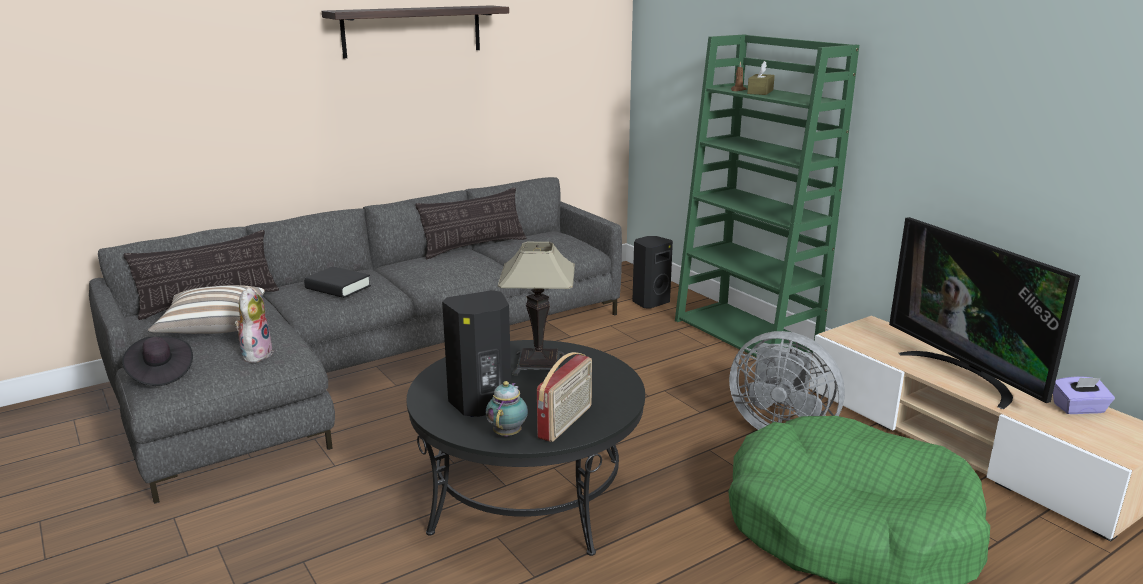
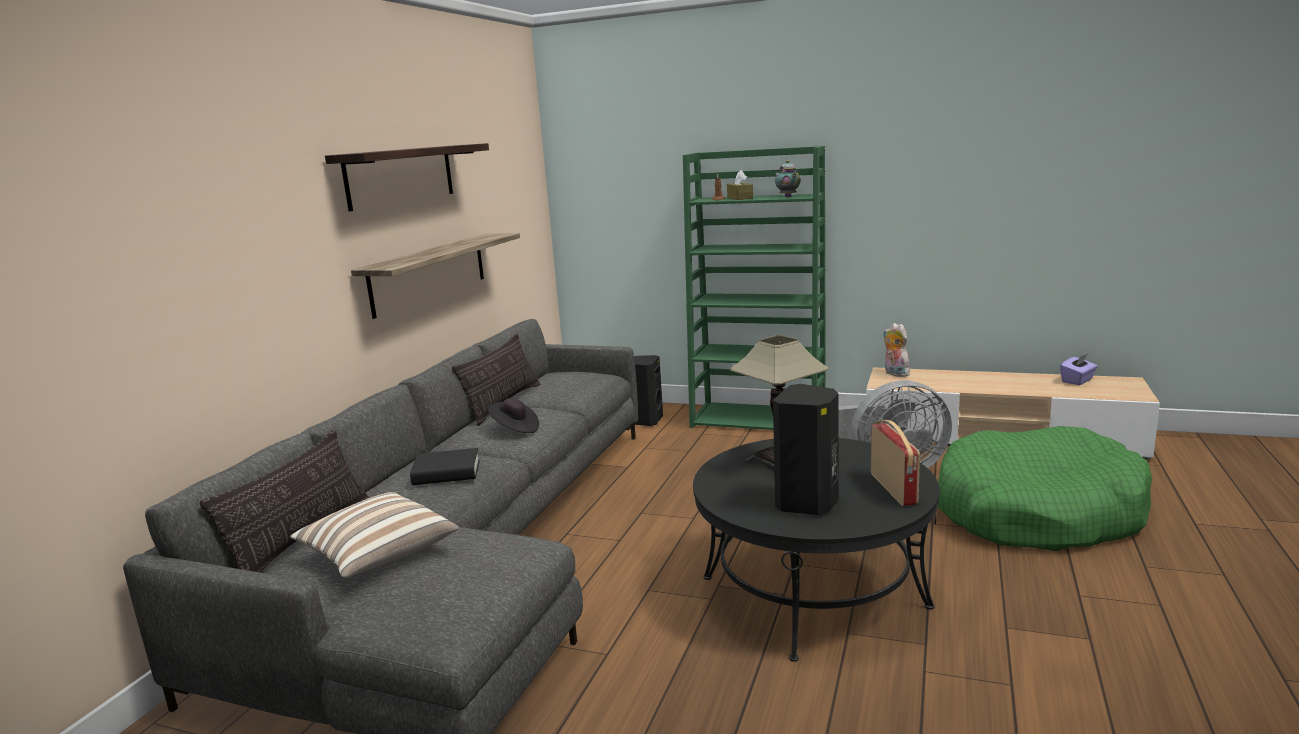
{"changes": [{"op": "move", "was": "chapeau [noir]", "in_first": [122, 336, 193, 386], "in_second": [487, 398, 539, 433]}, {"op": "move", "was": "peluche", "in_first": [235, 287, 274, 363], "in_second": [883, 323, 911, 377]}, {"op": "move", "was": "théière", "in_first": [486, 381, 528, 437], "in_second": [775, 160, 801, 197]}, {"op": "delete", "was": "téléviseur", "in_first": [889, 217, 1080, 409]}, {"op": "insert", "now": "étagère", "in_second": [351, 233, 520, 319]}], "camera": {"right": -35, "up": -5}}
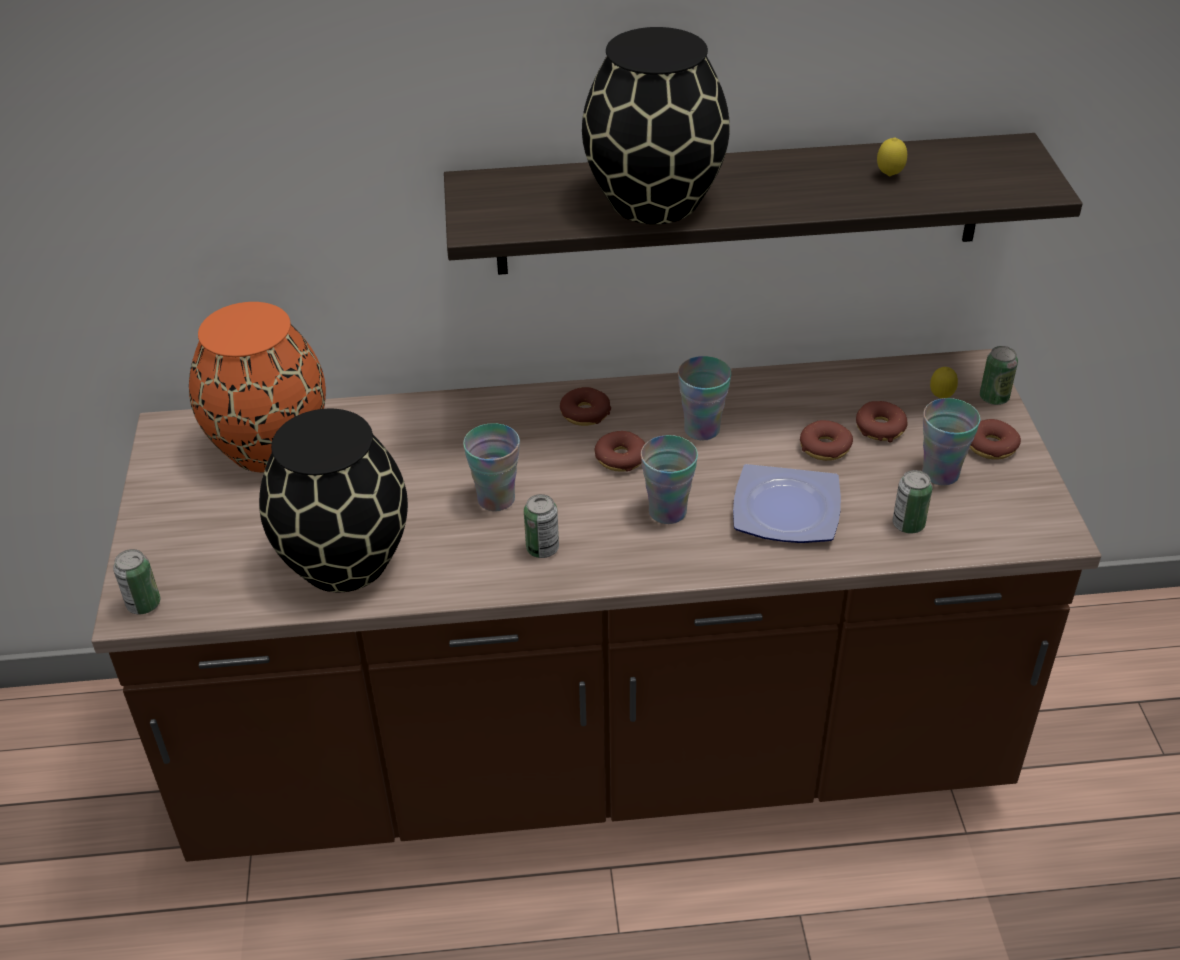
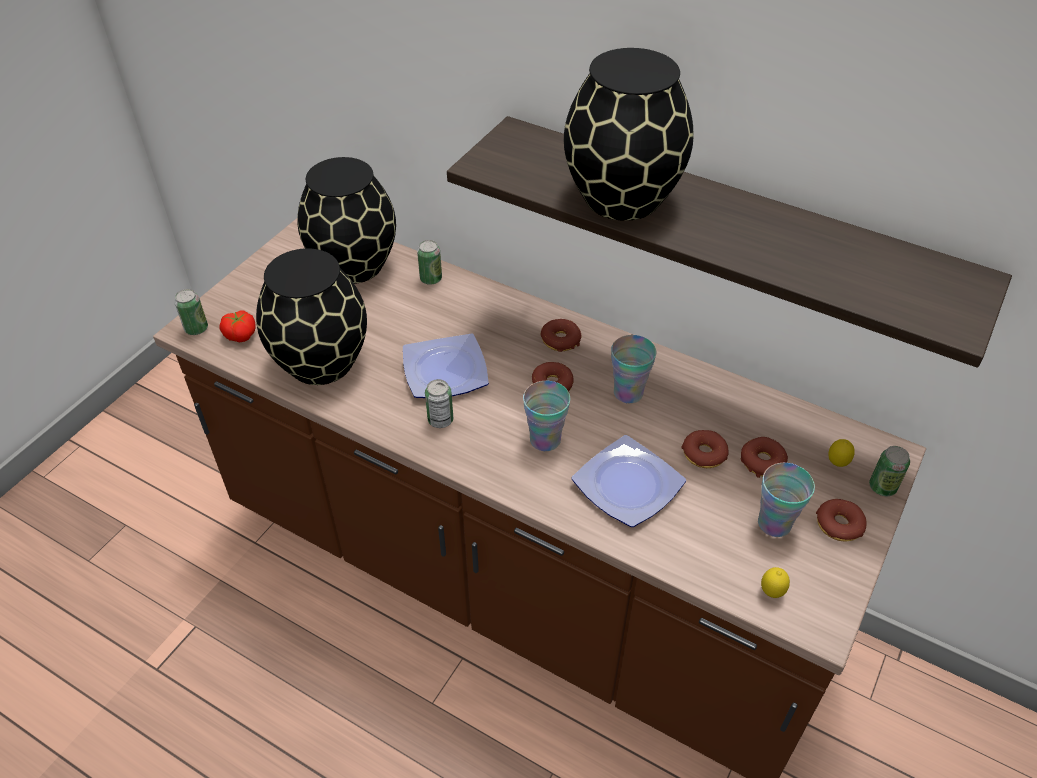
{"changes": [{"op": "recolor", "was": "vase [orange]", "now": "vase [noir]", "in_first": [189, 302, 326, 472], "in_second": [297, 157, 396, 284]}, {"op": "replace", "was": "tasse", "now": "assiette", "in_first": [463, 423, 520, 511], "in_second": [403, 334, 489, 398]}, {"op": "move", "was": "citron", "in_first": [877, 137, 907, 176], "in_second": [761, 567, 790, 598]}, {"op": "move", "was": "boîte métallique", "in_first": [893, 470, 933, 534], "in_second": [417, 240, 442, 285]}, {"op": "insert", "now": "tomate", "in_second": [219, 310, 256, 343]}], "camera": {"right": 35, "up": 5}}
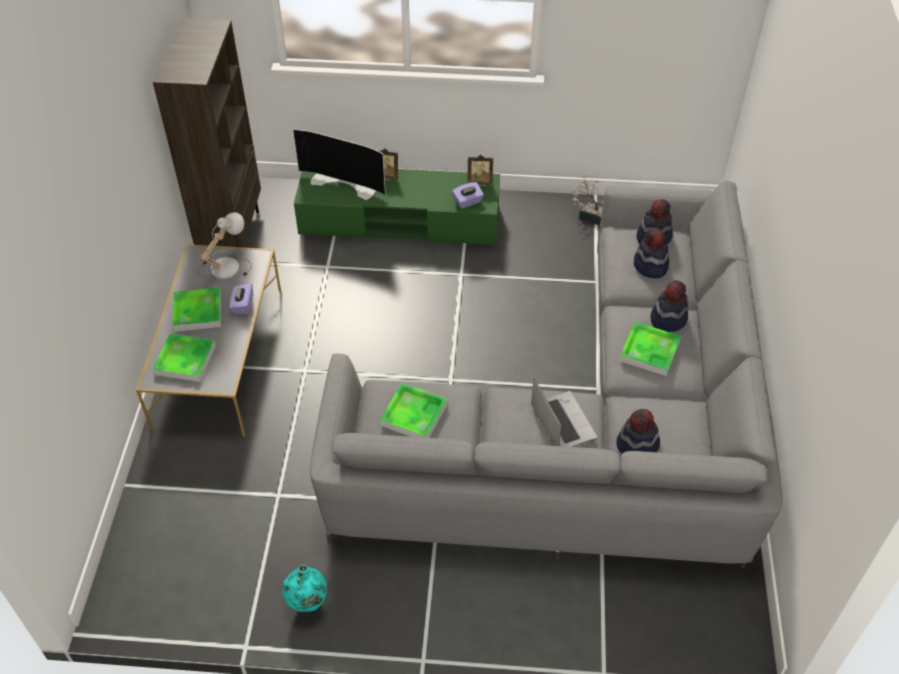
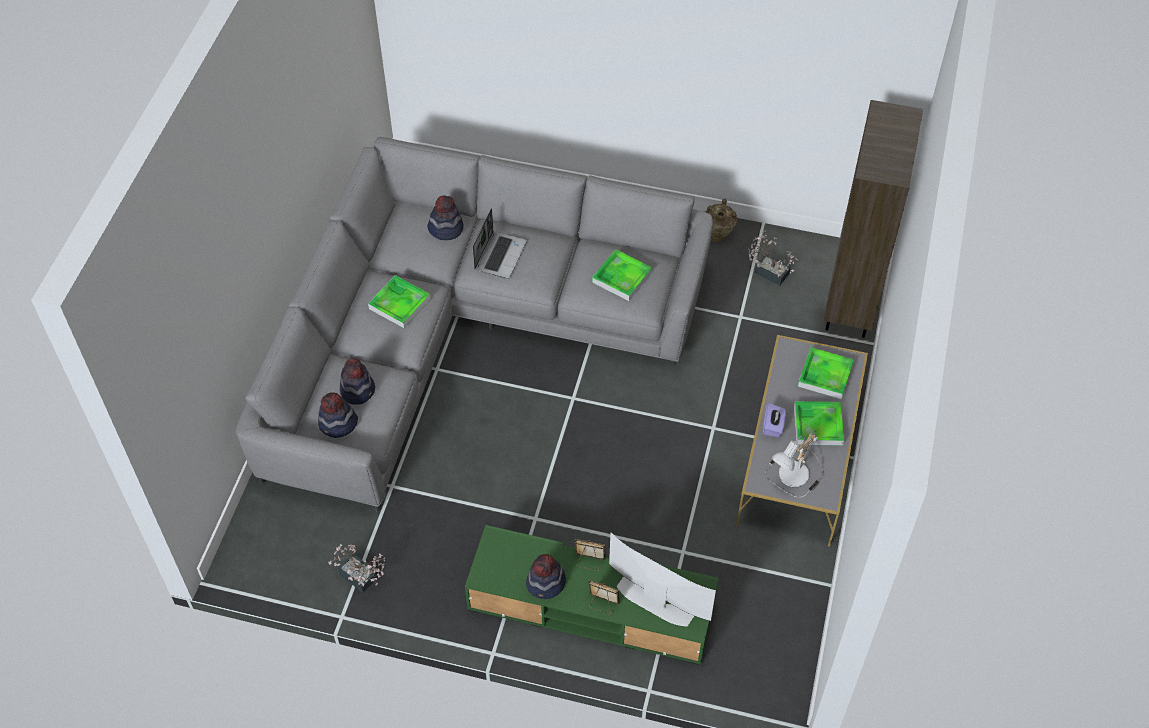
{"changes": [{"op": "move", "was": "bibliothèque [marron]", "in_first": [153, 18, 261, 248], "in_second": [824, 100, 923, 338]}, {"op": "recolor", "was": "vase [turquoise]", "now": "vase [beige]", "in_first": [282, 565, 327, 612], "in_second": [706, 199, 737, 242]}, {"op": "delete", "was": "boîte à mouchoirs [violet]", "in_first": [452, 182, 484, 209]}, {"op": "move", "was": "cadre photo", "in_first": [467, 155, 493, 185], "in_second": [575, 539, 606, 571]}, {"op": "rotate", "was": "ordinateur portable", "in_first": [531, 378, 597, 447], "in_second": [473, 208, 527, 279], "clockwise": -150}, {"op": "move", "was": "chapeau", "in_first": [651, 280, 688, 332], "in_second": [526, 554, 566, 599]}, {"op": "insert", "now": "plante en pot", "in_second": [748, 230, 798, 286]}], "camera": {"right": -170, "up": 5}}
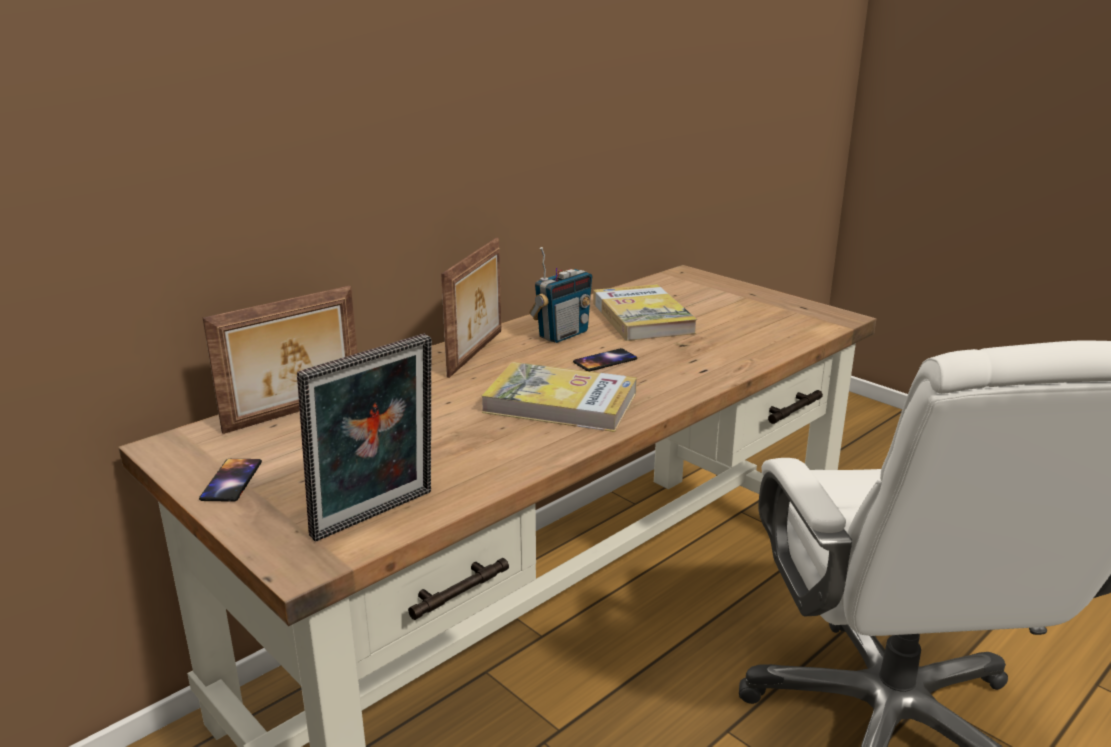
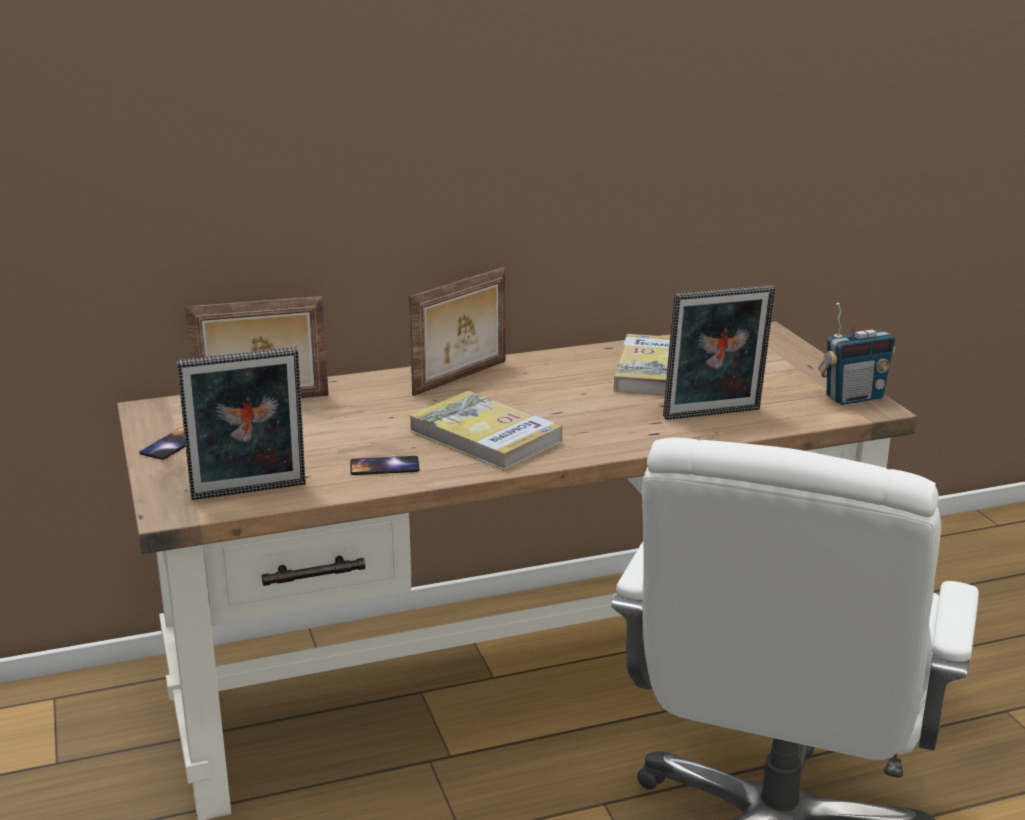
{"changes": [{"op": "move", "was": "radio", "in_first": [529, 247, 592, 343], "in_second": [818, 303, 895, 405]}, {"op": "move", "was": "téléphone", "in_first": [573, 348, 637, 371], "in_second": [350, 456, 419, 475]}, {"op": "insert", "now": "cadre photo", "in_second": [663, 285, 775, 420]}], "camera": {"right": 25, "up": 0}}
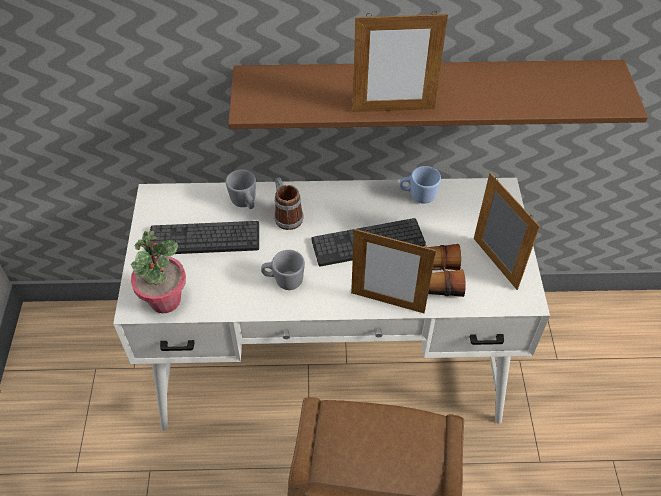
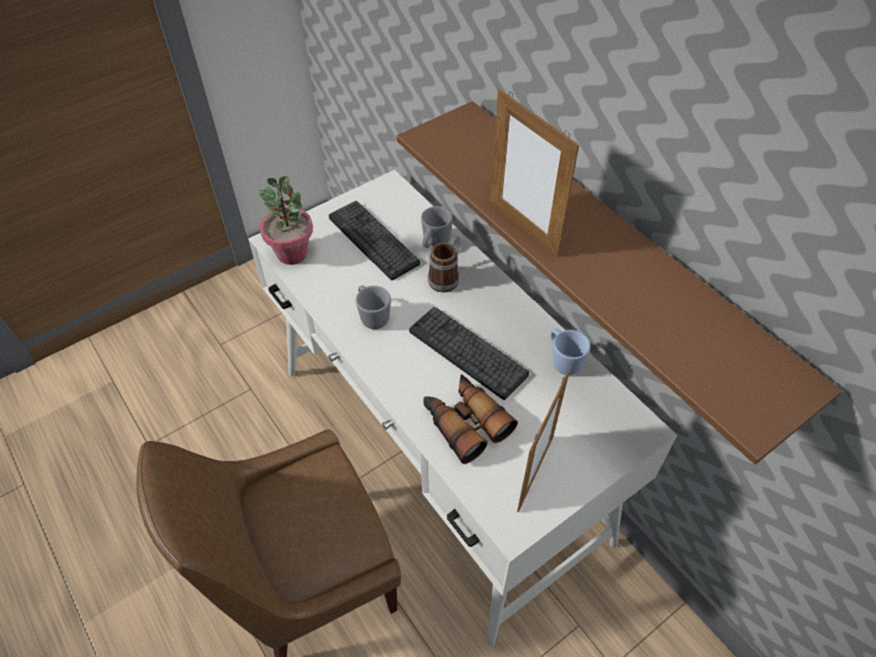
{"changes": [{"op": "delete", "was": "cadre photo", "in_first": [351, 229, 436, 313]}], "camera": {"right": 55, "up": 0}}
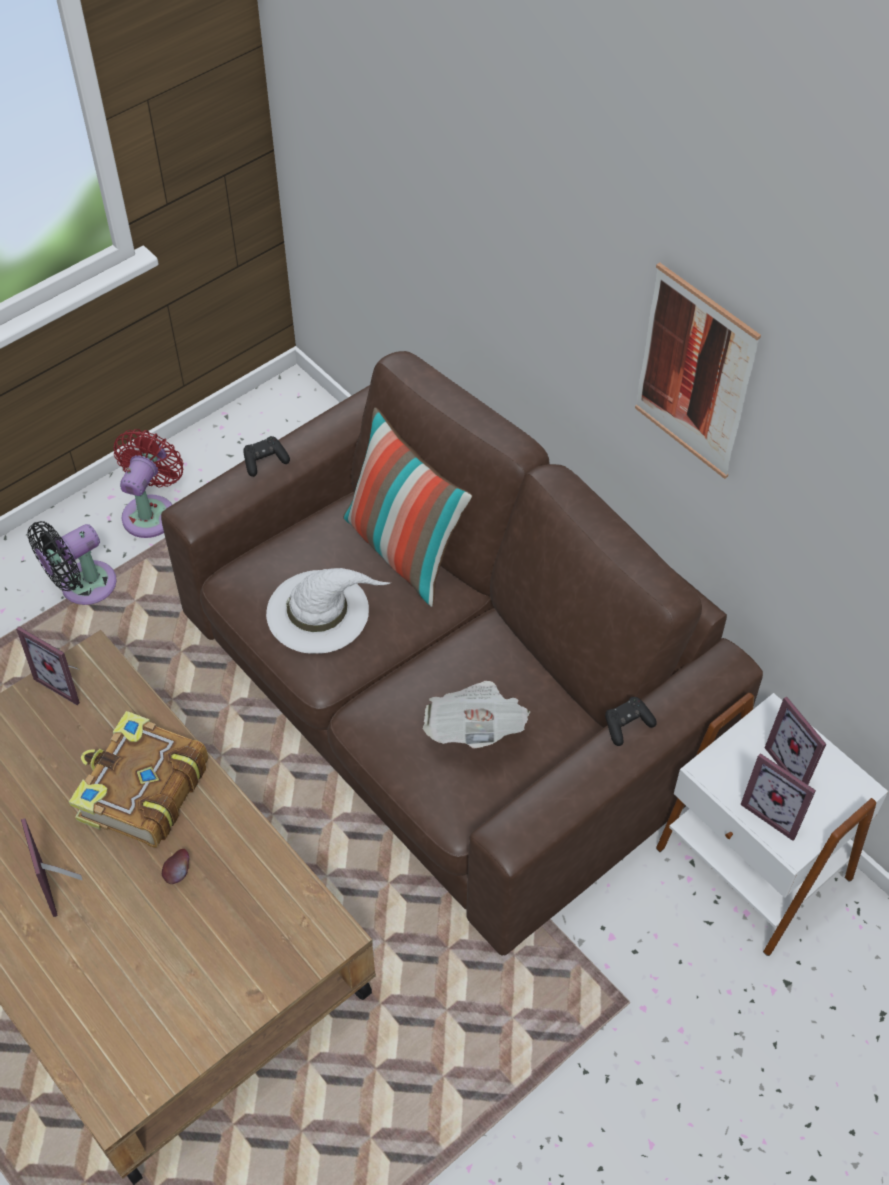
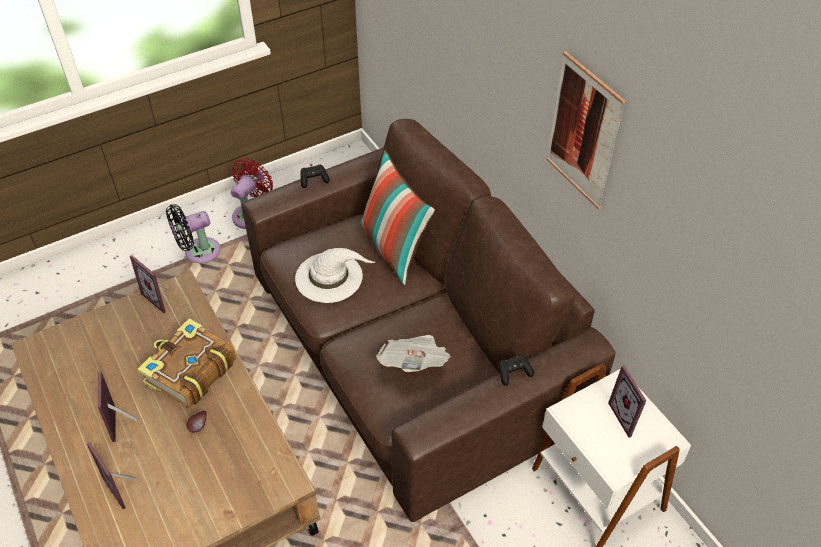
{"changes": [{"op": "move", "was": "cadre photo", "in_first": [740, 753, 816, 841], "in_second": [87, 443, 137, 509]}], "camera": {"right": 10, "up": -5}}
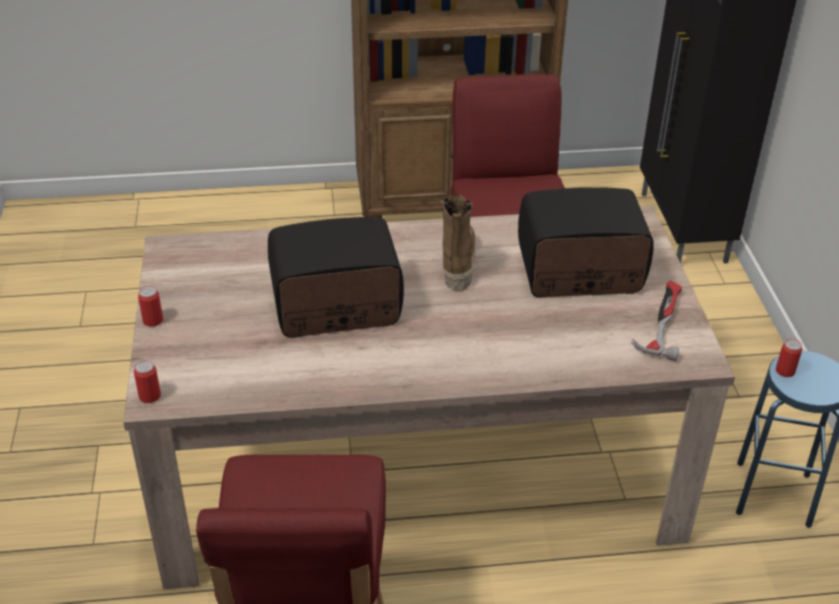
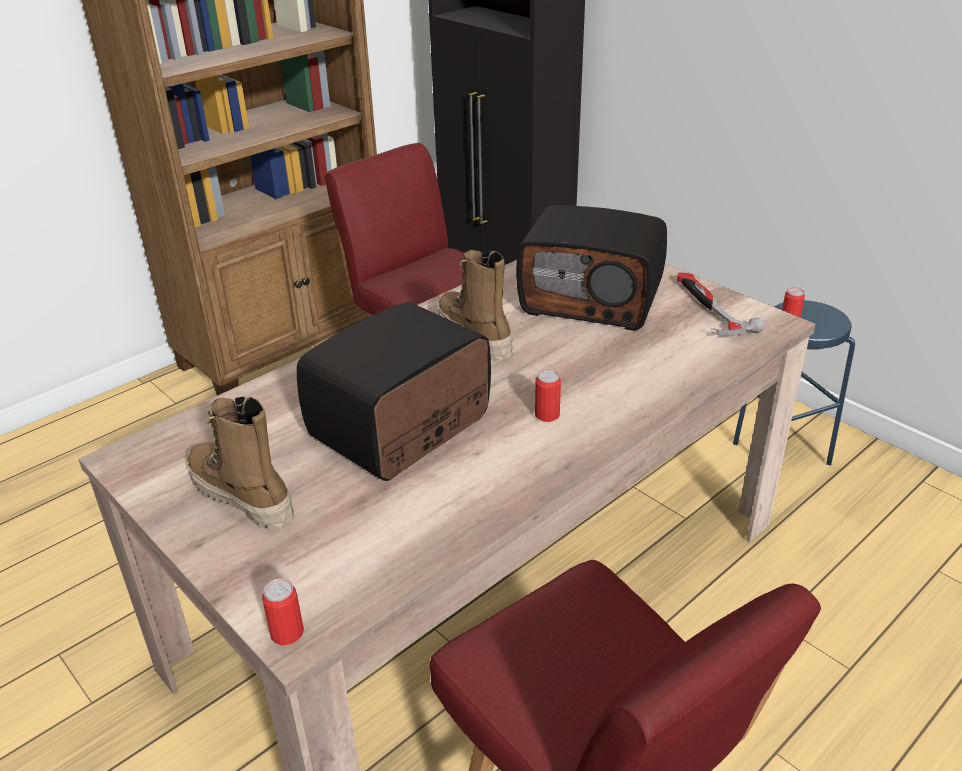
{"changes": [{"op": "move", "was": "boîte métallique", "in_first": [138, 286, 163, 327], "in_second": [535, 369, 561, 422]}, {"op": "rotate", "was": "radio", "in_first": [518, 187, 654, 298], "in_second": [516, 206, 667, 331], "clockwise": -120}, {"op": "insert", "now": "botte", "in_second": [187, 396, 295, 529]}], "camera": {"right": -35, "up": -5}}
